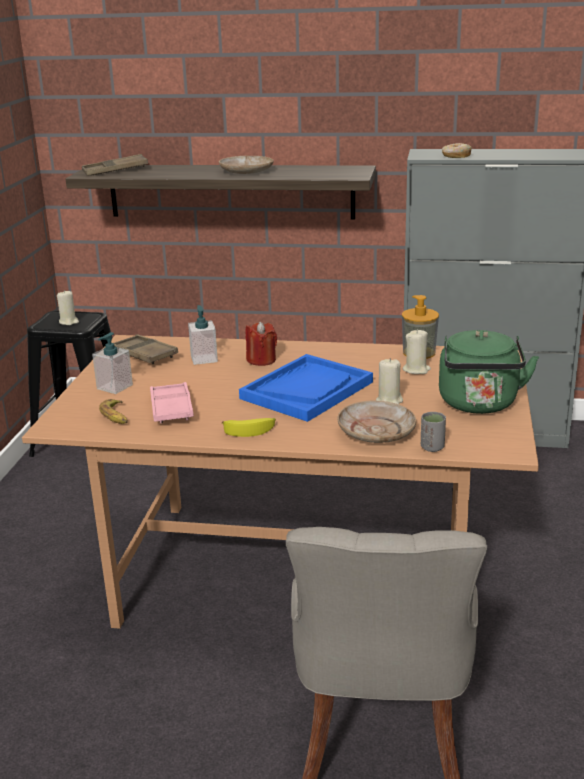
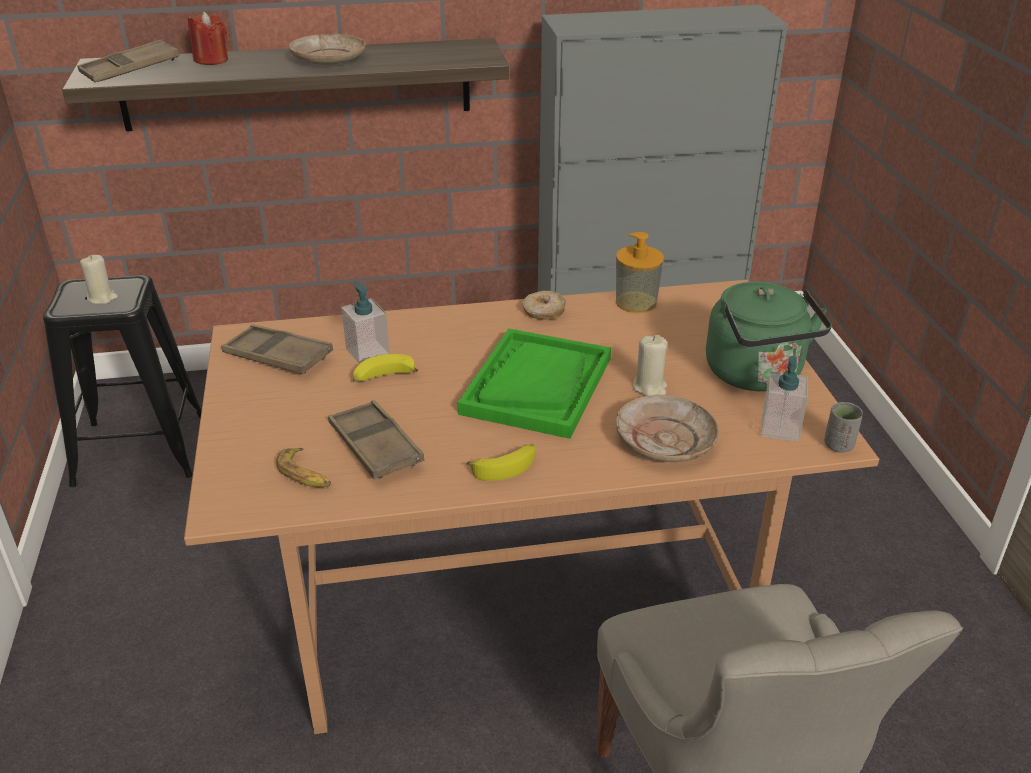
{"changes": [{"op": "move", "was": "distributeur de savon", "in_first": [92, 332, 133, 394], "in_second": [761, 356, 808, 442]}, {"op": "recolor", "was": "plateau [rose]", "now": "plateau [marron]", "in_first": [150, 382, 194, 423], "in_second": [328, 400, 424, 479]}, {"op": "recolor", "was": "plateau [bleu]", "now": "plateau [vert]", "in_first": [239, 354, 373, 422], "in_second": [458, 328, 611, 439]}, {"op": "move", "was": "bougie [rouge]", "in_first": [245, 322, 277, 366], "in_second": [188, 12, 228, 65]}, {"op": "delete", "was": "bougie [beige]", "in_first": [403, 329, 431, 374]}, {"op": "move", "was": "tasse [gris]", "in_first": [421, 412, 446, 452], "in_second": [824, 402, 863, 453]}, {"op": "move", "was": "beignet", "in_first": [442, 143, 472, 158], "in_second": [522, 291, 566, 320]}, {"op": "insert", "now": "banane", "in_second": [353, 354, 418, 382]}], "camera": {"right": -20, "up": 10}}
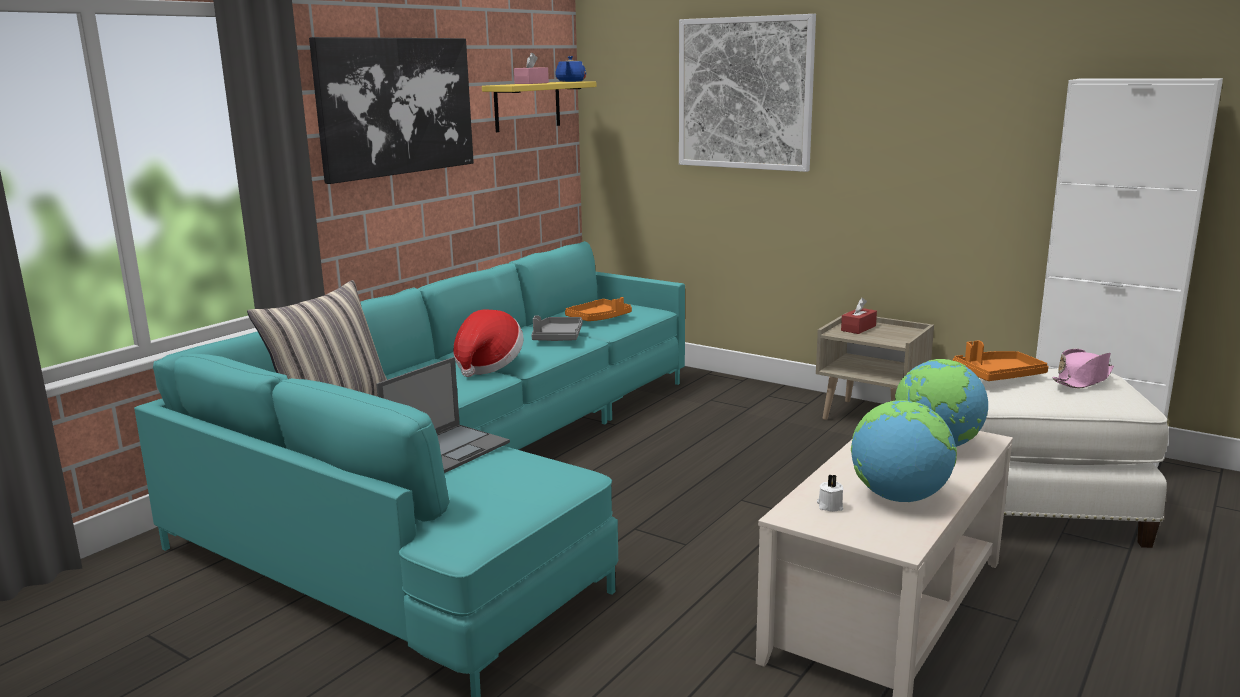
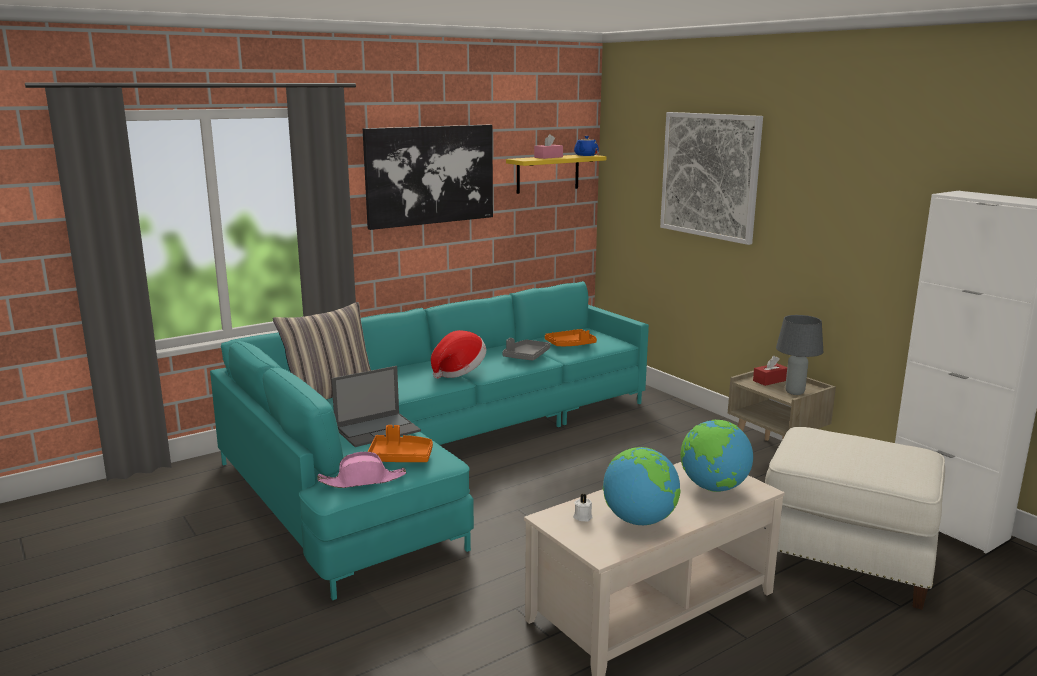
{"changes": [{"op": "move", "was": "plateau [orange]", "in_first": [953, 341, 1049, 381], "in_second": [368, 425, 433, 462]}, {"op": "move", "was": "chapeau [rose]", "in_first": [1052, 349, 1114, 388], "in_second": [317, 452, 406, 488]}, {"op": "insert", "now": "lampe de table [gris]", "in_second": [776, 315, 823, 395]}], "camera": {"right": 20, "up": 0}}
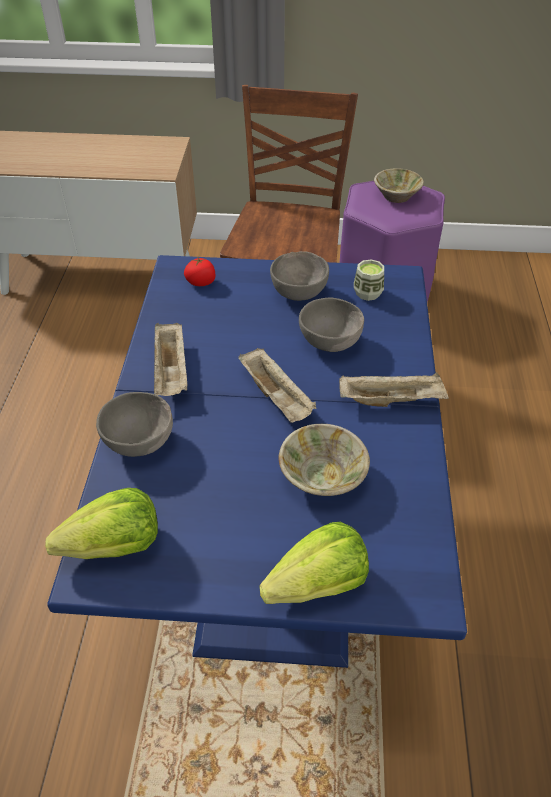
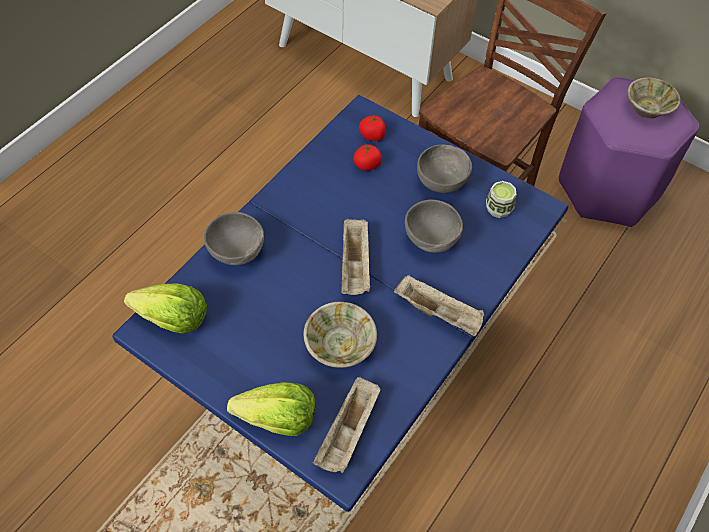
{"changes": [{"op": "move", "was": "plateau [beige]", "in_first": [154, 322, 188, 396], "in_second": [313, 377, 381, 473]}, {"op": "insert", "now": "tomate", "in_second": [353, 144, 382, 171]}], "camera": {"right": 30, "up": 10}}
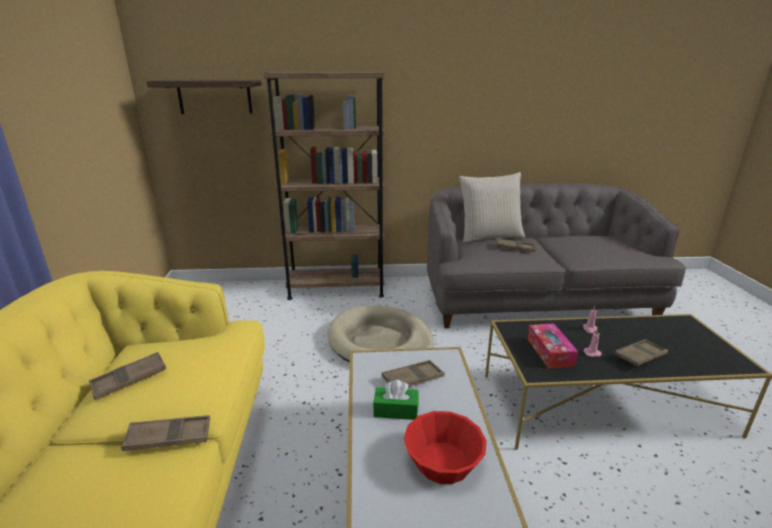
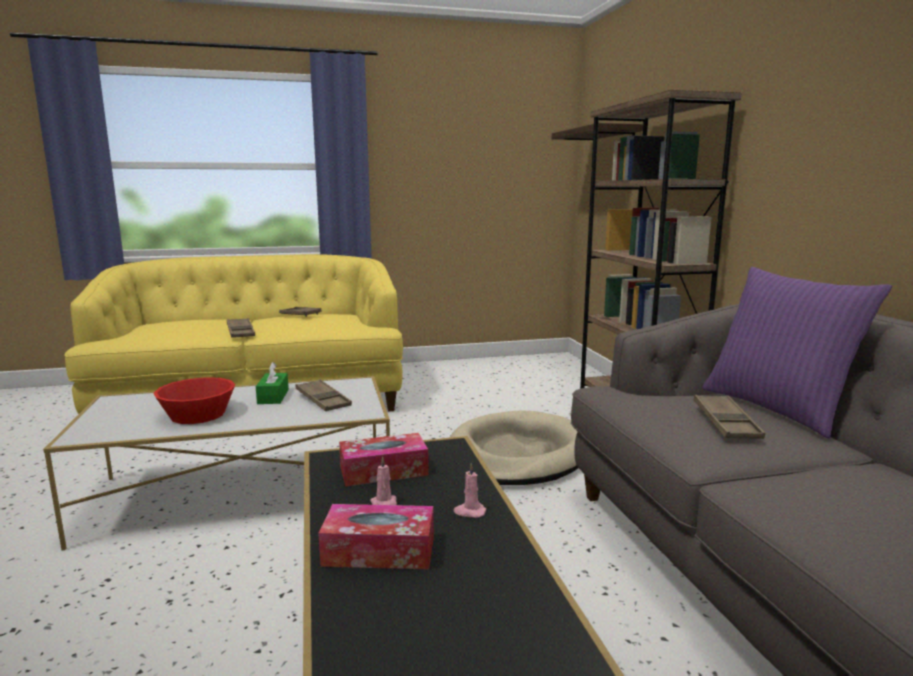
{"changes": [{"op": "recolor", "was": "coussin [beige]", "now": "coussin [violet]", "in_first": [459, 172, 525, 243], "in_second": [702, 267, 892, 438]}, {"op": "replace", "was": "plateau [marron]", "now": "boîte à mouchoirs", "in_first": [614, 339, 668, 366], "in_second": [318, 504, 434, 569]}], "camera": {"right": 80, "up": -10}}
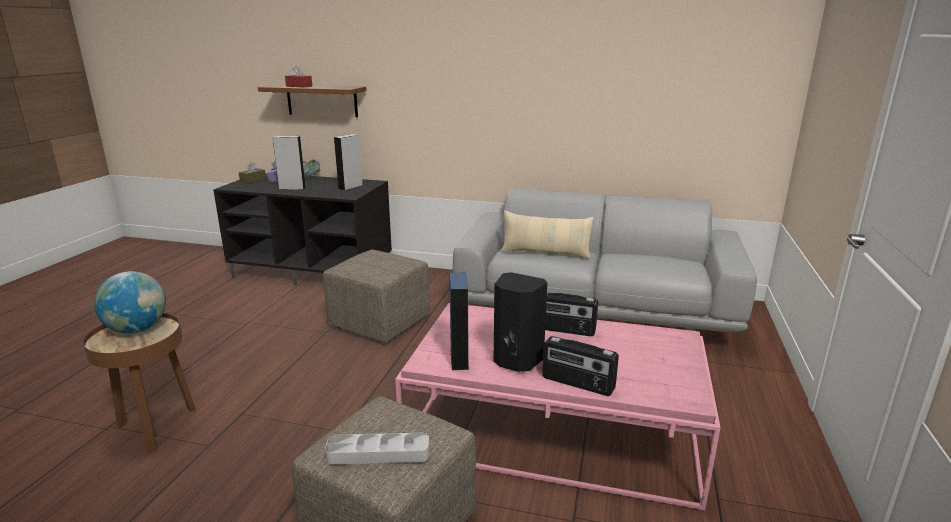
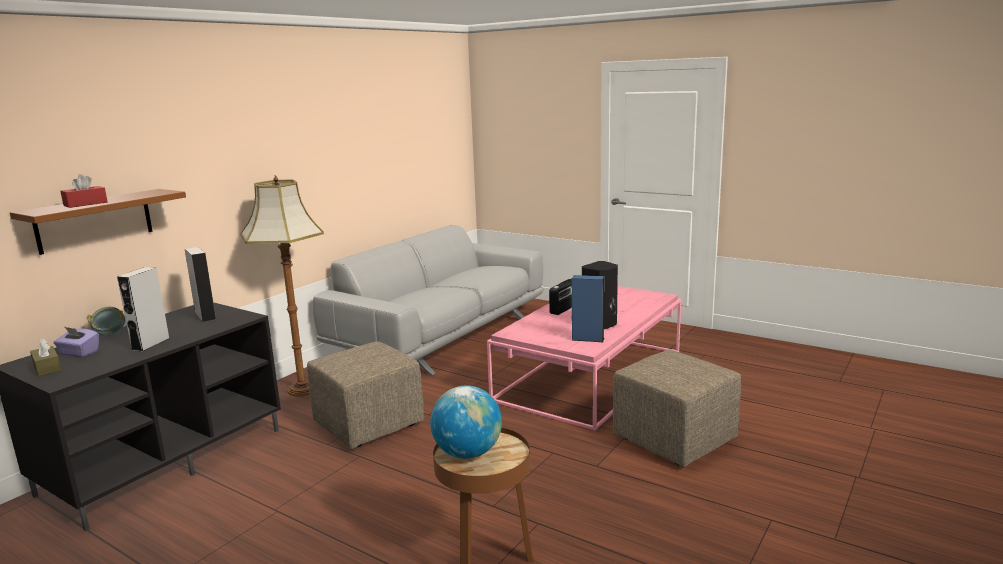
{"changes": [{"op": "delete", "was": "plateau [gris]", "in_first": [325, 433, 429, 464]}, {"op": "delete", "was": "coussin [beige]", "in_first": [501, 210, 594, 259]}, {"op": "delete", "was": "radio", "in_first": [542, 336, 619, 396]}, {"op": "insert", "now": "lampadaire", "in_second": [241, 175, 324, 396]}], "camera": {"right": -70, "up": -5}}
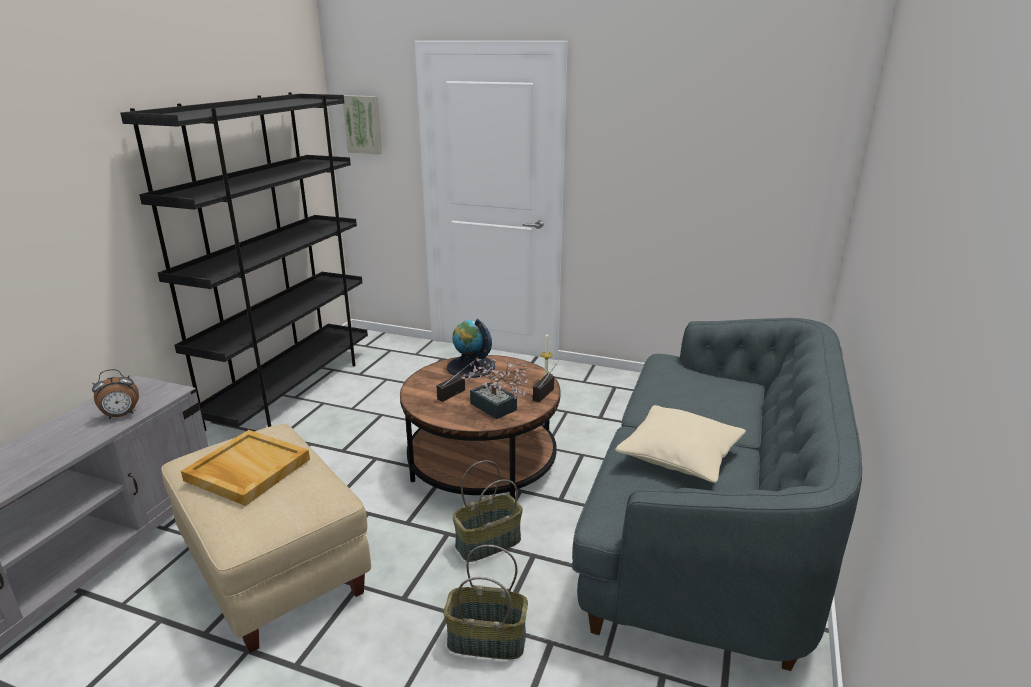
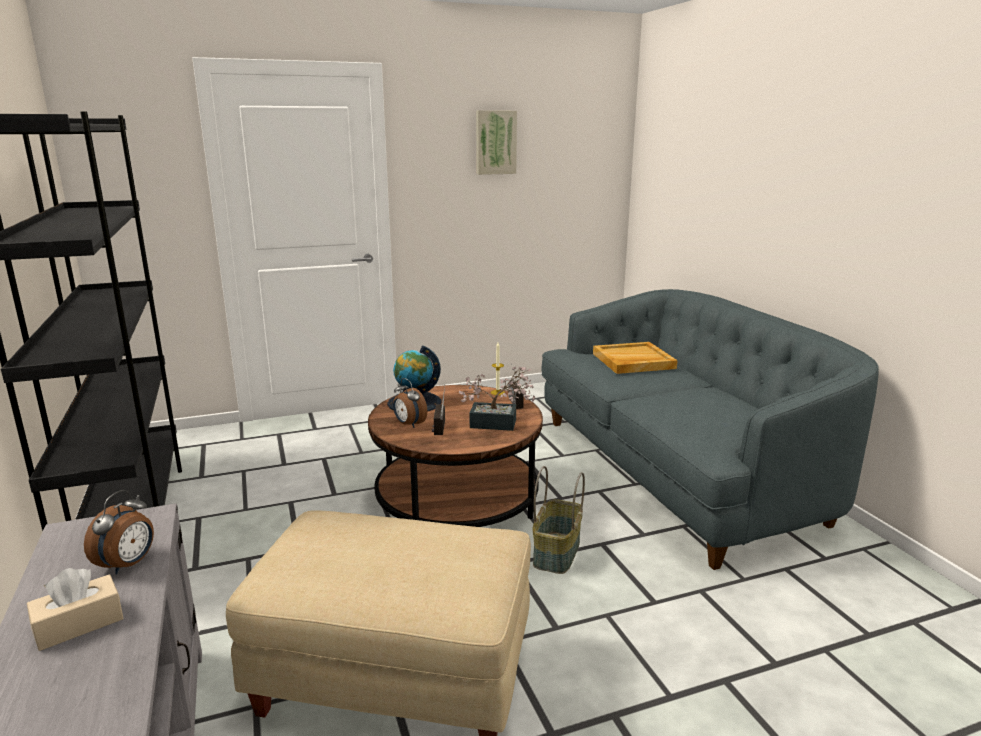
{"changes": [{"op": "move", "was": "plateau [beige]", "in_first": [181, 430, 310, 506], "in_second": [593, 342, 678, 374]}, {"op": "move", "was": "tableau", "in_first": [343, 95, 382, 155], "in_second": [476, 110, 517, 175]}, {"op": "delete", "was": "panier", "in_first": [443, 545, 528, 659]}, {"op": "delete", "was": "coussin [beige]", "in_first": [615, 405, 746, 483]}, {"op": "insert", "now": "boîte à mouchoirs [beige]", "in_second": [27, 568, 124, 651]}, {"op": "insert", "now": "réveil", "in_second": [393, 378, 428, 428]}], "camera": {"right": -40, "up": -5}}
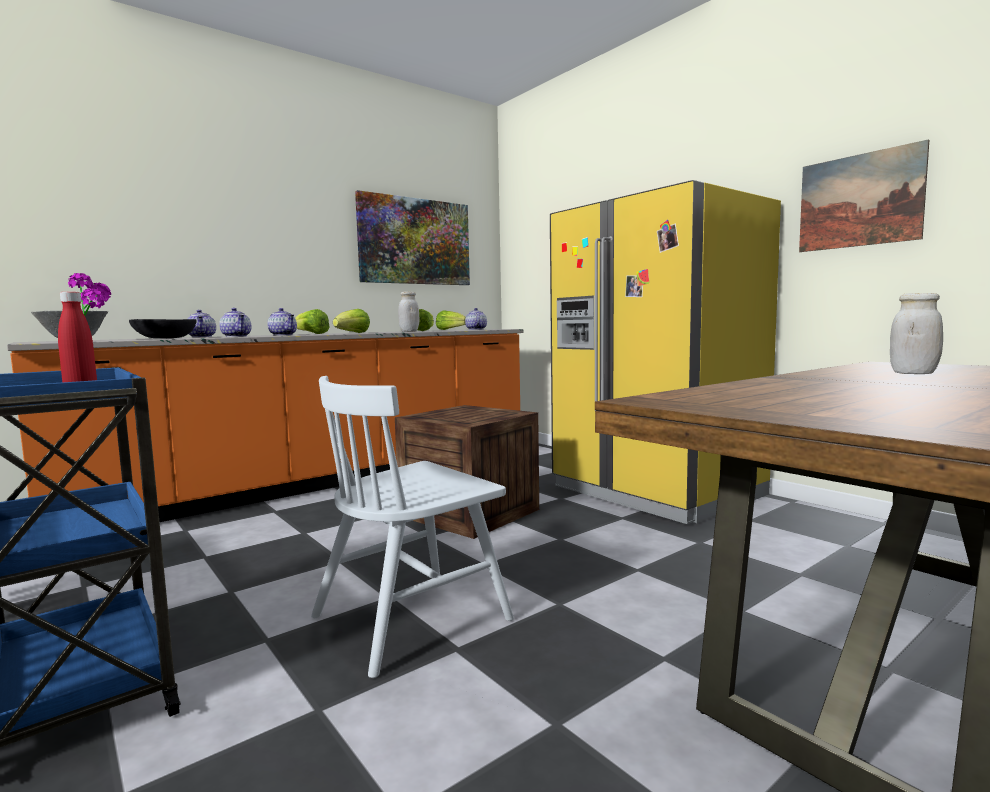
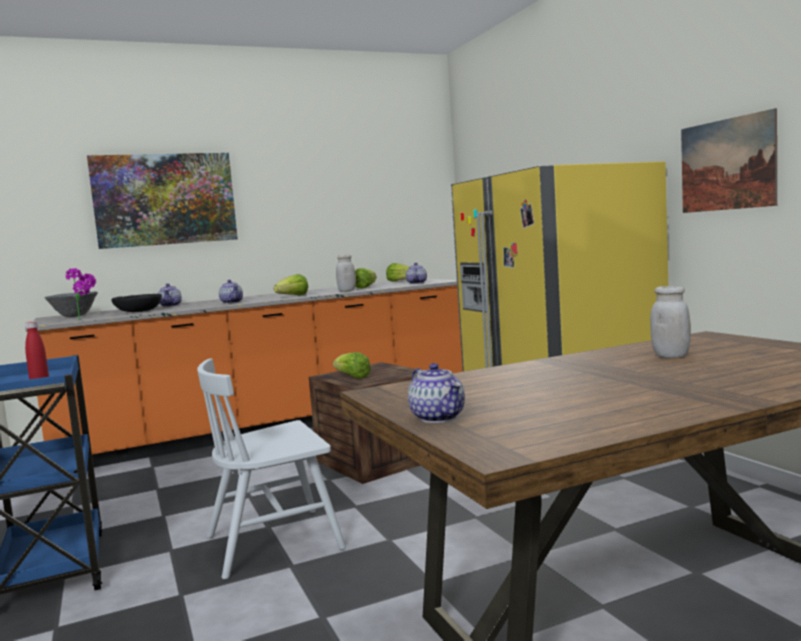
{"changes": [{"op": "move", "was": "théière", "in_first": [219, 308, 251, 337], "in_second": [408, 363, 465, 423]}, {"op": "move", "was": "laitue", "in_first": [295, 309, 330, 334], "in_second": [333, 352, 371, 379]}, {"op": "move", "was": "tableau", "in_first": [355, 190, 470, 285], "in_second": [87, 153, 238, 249]}], "camera": {"right": 15, "up": 0}}
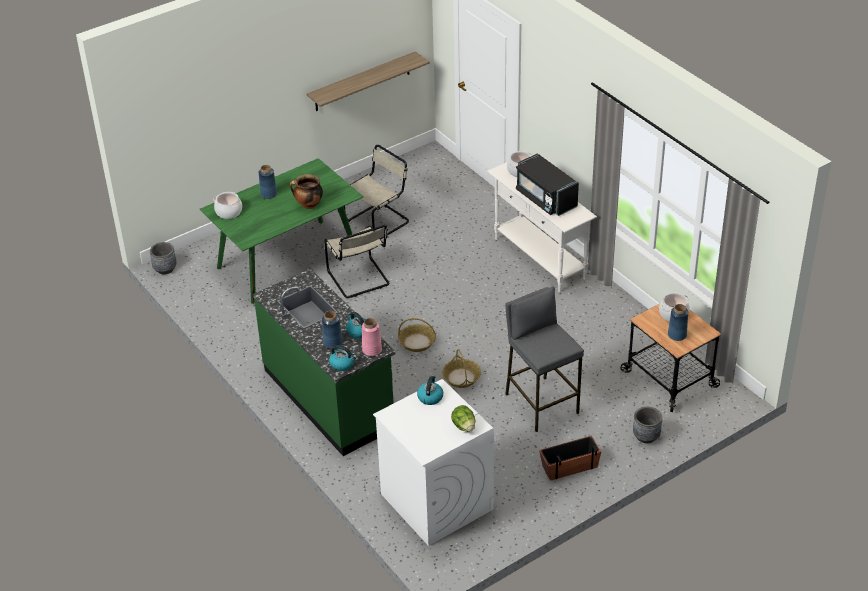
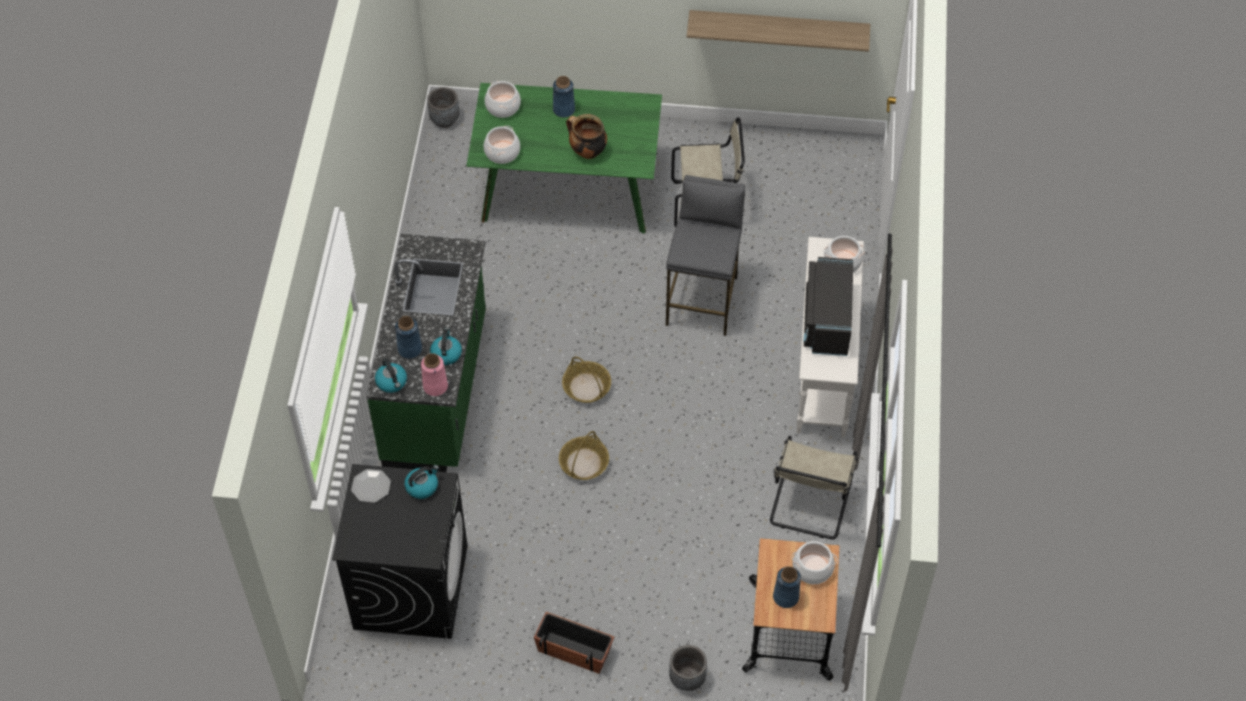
{"changes": [{"op": "move", "was": "chaise [beige]", "in_first": [324, 225, 389, 298], "in_second": [770, 436, 857, 539]}, {"op": "recolor", "was": "lave-linge [blanc]", "now": "lave-linge [noir]", "in_first": [373, 379, 494, 546], "in_second": [332, 464, 468, 639]}, {"op": "delete", "was": "laitue", "in_first": [451, 405, 476, 432]}, {"op": "move", "was": "tabouret [gris]", "in_first": [505, 287, 584, 432], "in_second": [666, 175, 745, 336]}, {"op": "insert", "now": "assiette", "in_second": [351, 469, 391, 503]}, {"op": "insert", "now": "marmite", "in_second": [484, 126, 520, 164]}], "camera": {"right": 40, "up": 15}}
